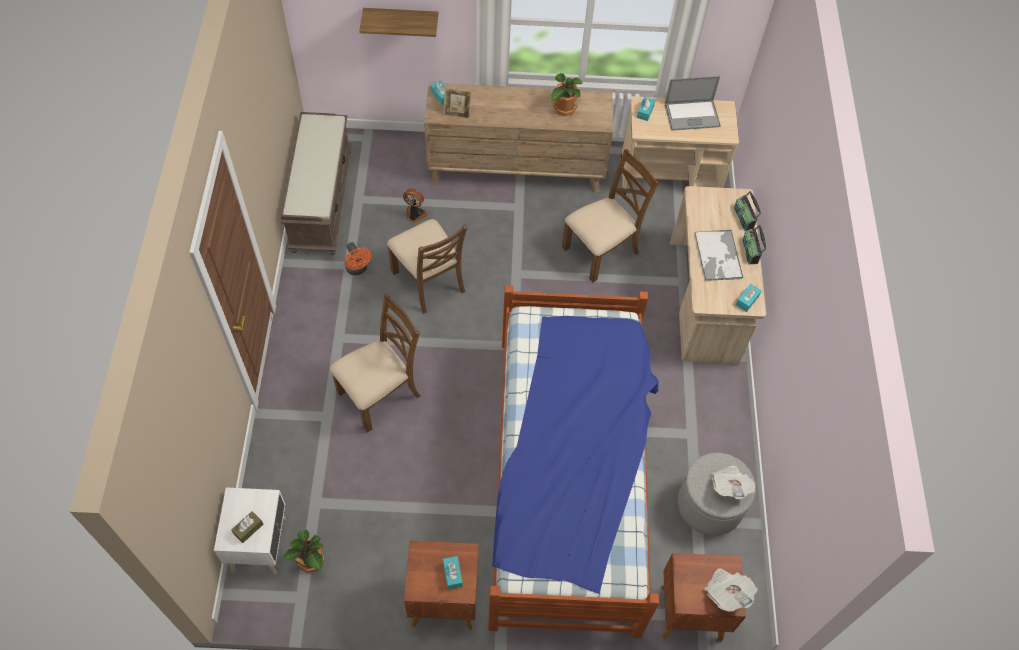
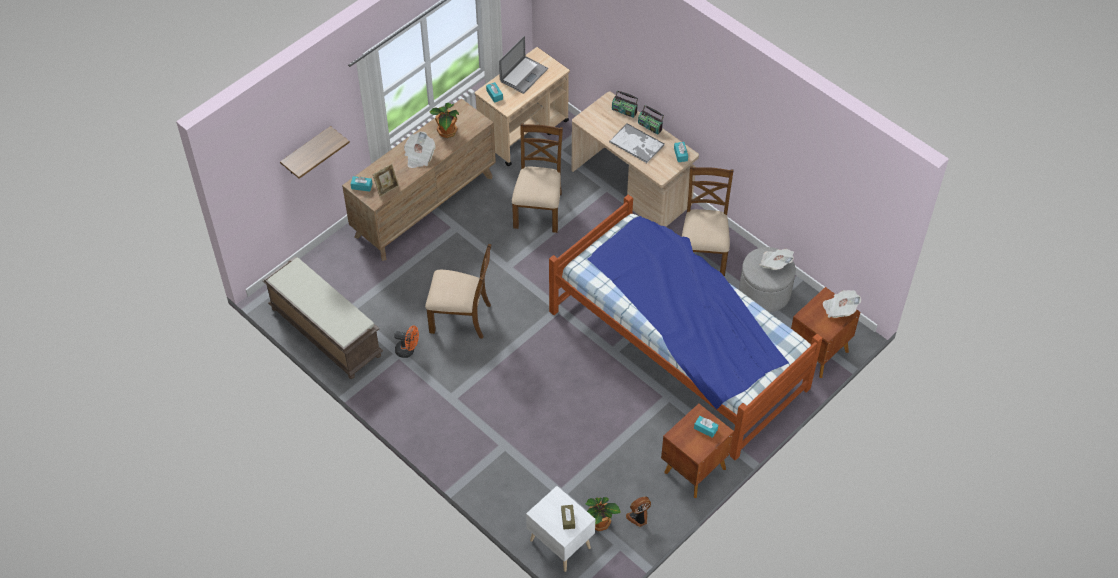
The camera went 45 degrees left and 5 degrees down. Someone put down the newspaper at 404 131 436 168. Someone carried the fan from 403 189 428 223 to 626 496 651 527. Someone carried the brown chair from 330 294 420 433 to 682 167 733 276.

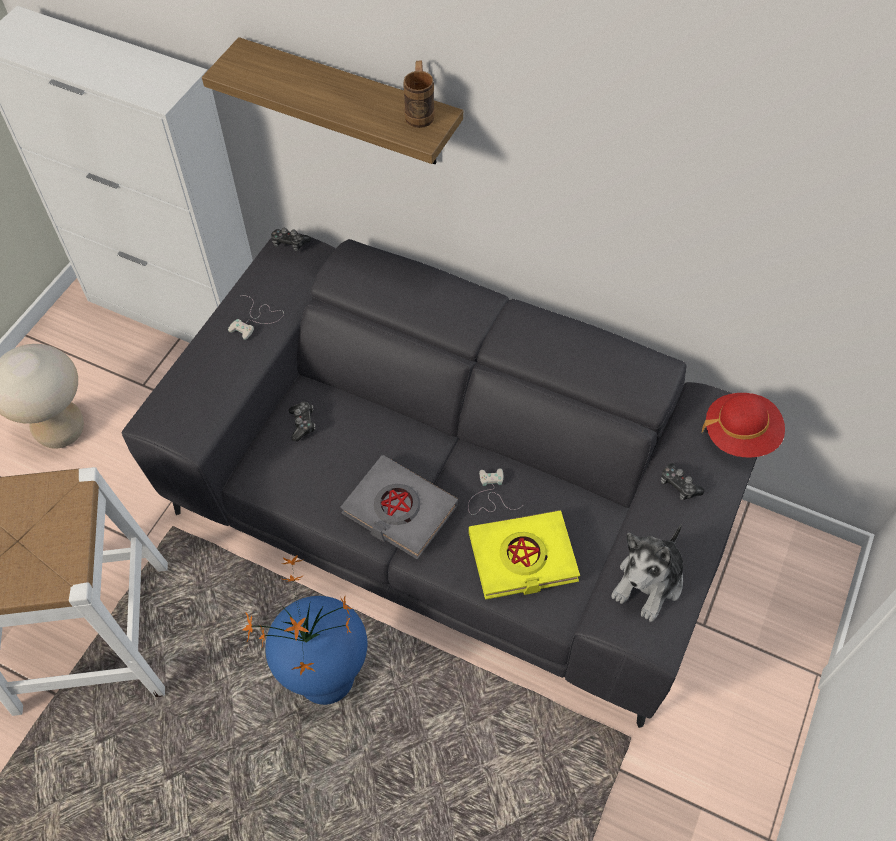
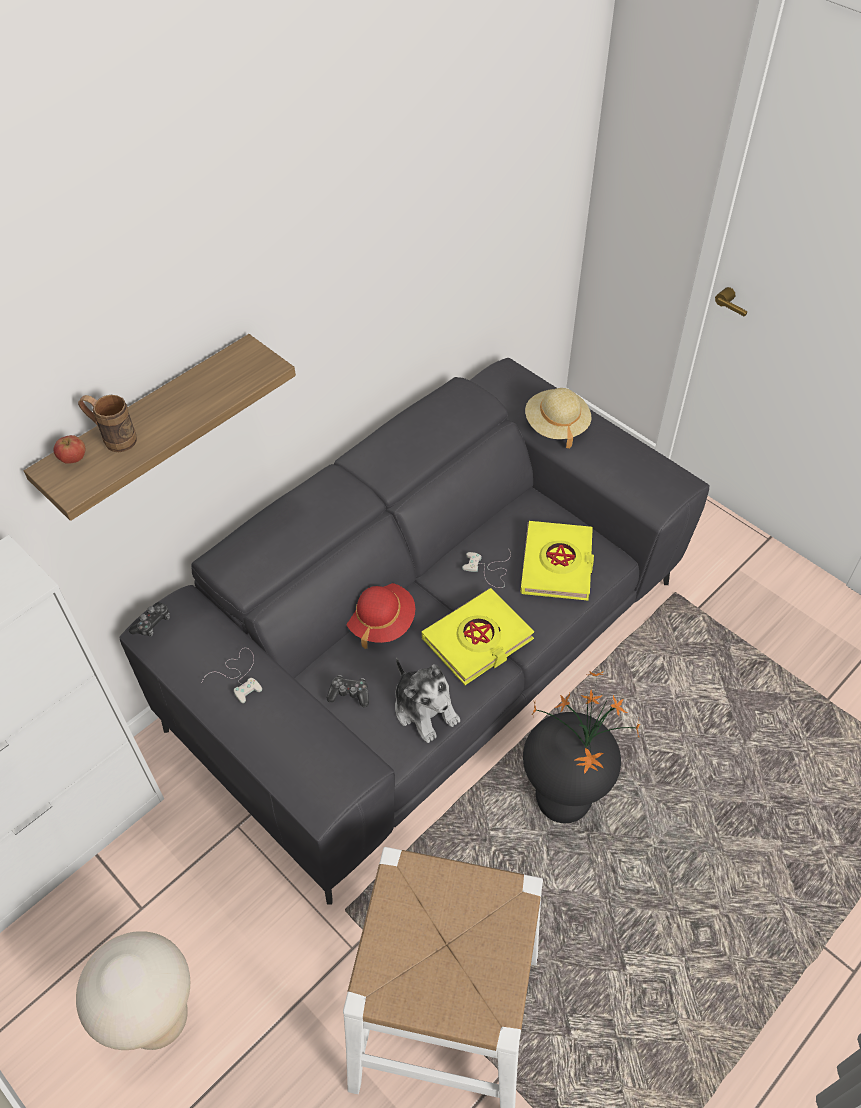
The camera went 70 degrees left and 5 degrees down. Someone put down the apple at 54 435 85 464. Someone carried the brown mug from 403 60 435 128 to 78 395 137 452. Someone carried the red hat from 702 393 785 458 to 346 583 415 649. Someone carried the plush toy from 611 524 683 622 to 395 658 460 743. Someone repainted the grey book at 340 455 458 560, which became the yellow book at 422 588 534 685. Someone repainted the blue stool at 265 596 368 705, which became the black stool at 523 712 621 823. Someone swapped the game controller at 661 463 704 500 for the beige hat at 525 388 591 448.

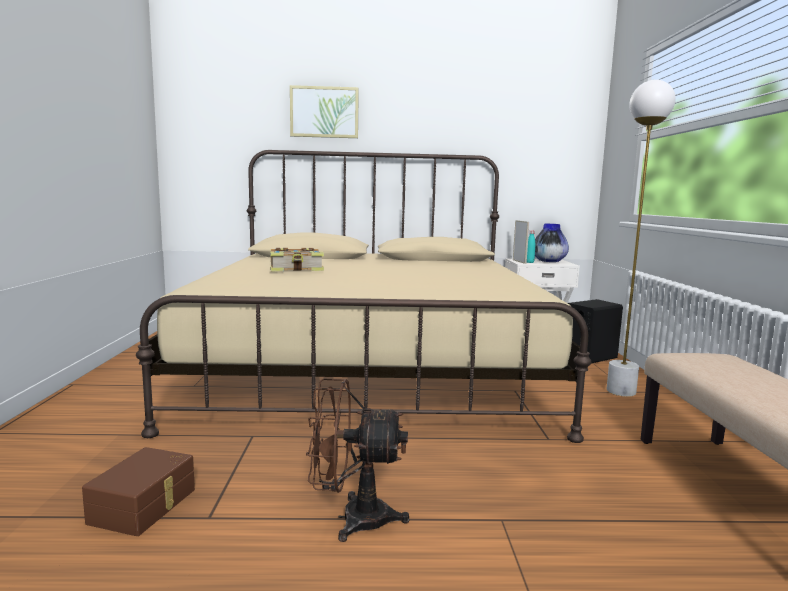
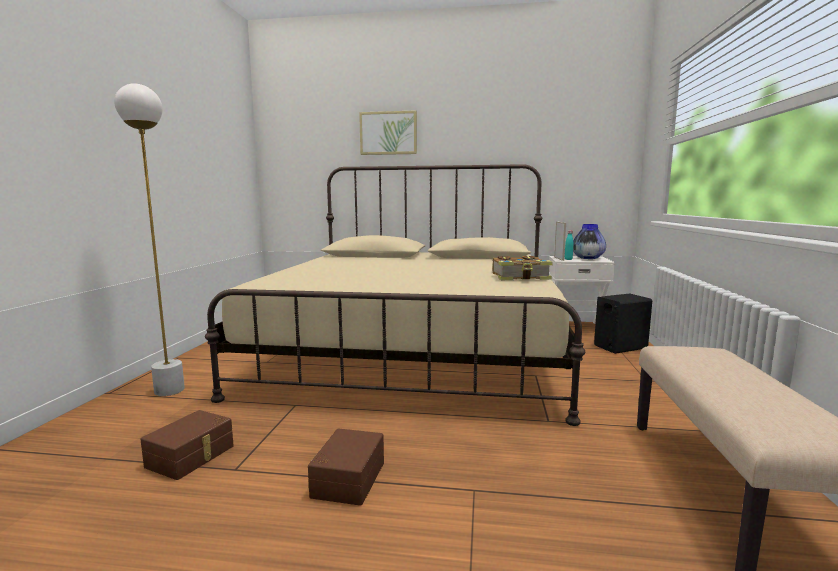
The camera went 10 degrees right and 0 degrees up. Someone carried the white floor lamp from 606 80 676 397 to 114 84 185 396. Someone swapped the brown fan at 306 379 409 542 for the brown storage box at 308 428 384 506. Someone carried the book from 270 248 324 271 to 493 256 553 280.

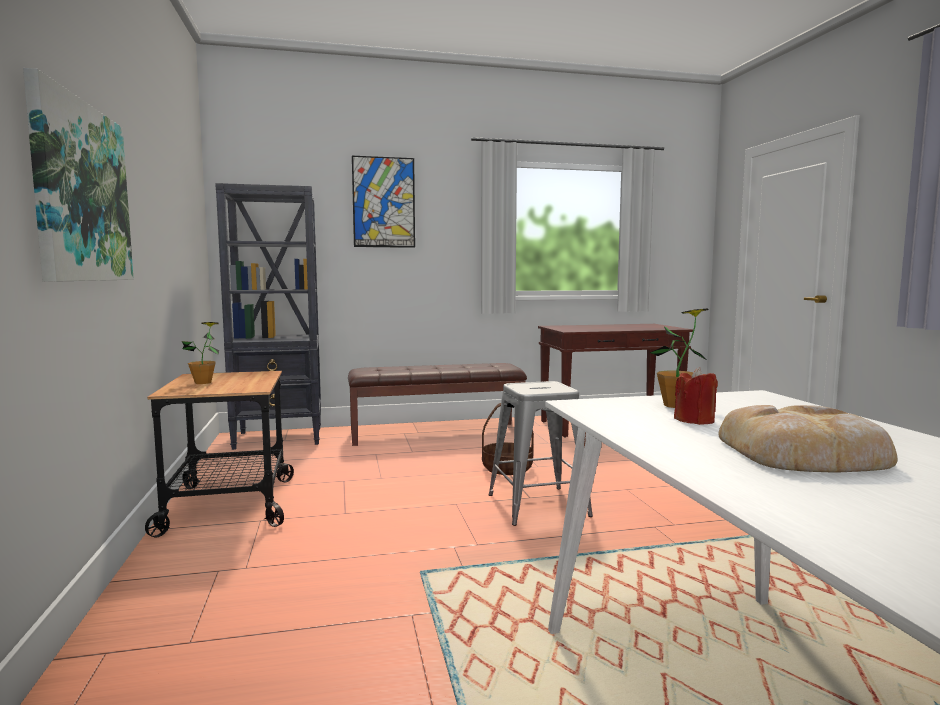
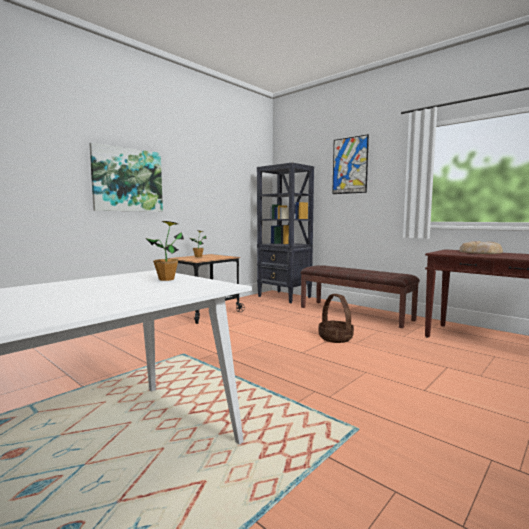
The camera went 55 degrees right and 0 degrees up. Someone carried the bread from 719 405 897 473 to 459 241 503 254. Someone took away the grey stool at 488 381 593 526. Someone took away the red candle at 674 367 718 425.

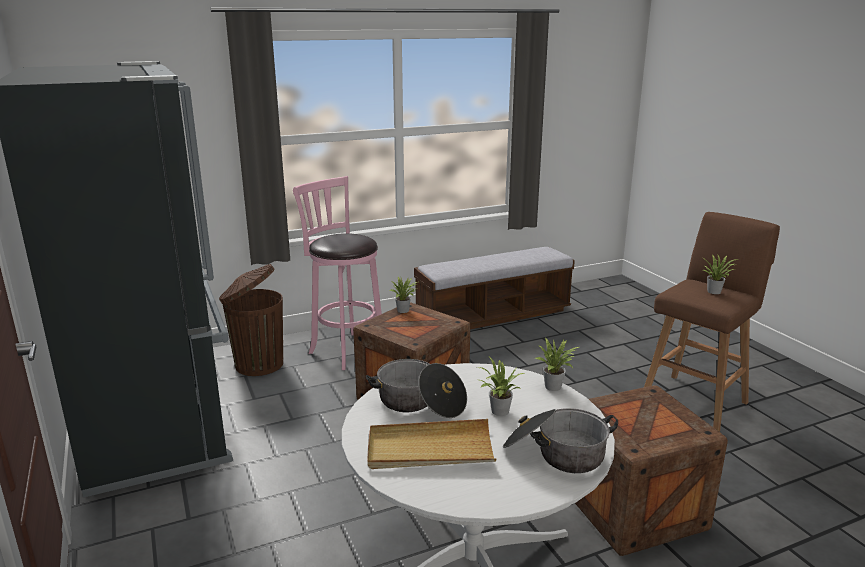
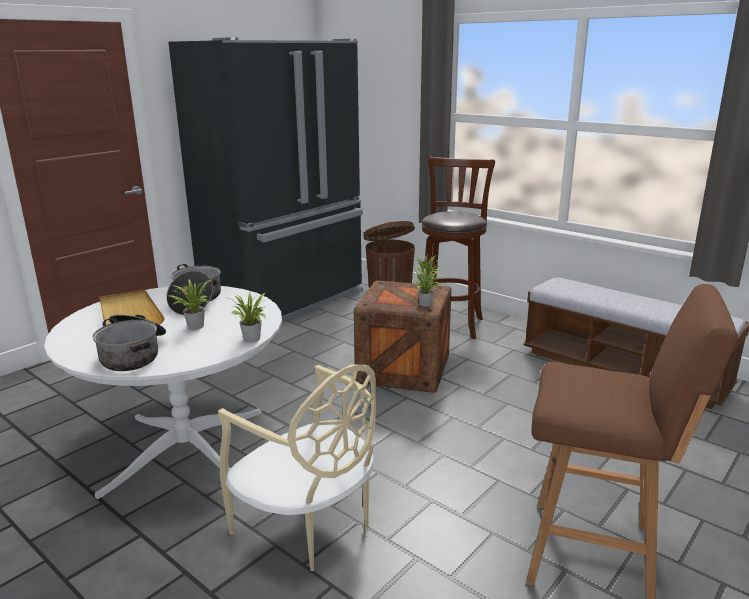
The camera went 65 degrees right and 0 degrees up. Someone swapped the crate at 575 385 728 556 for the beige chair at 218 365 376 571. Someone carried the potted plant from 703 254 737 294 to 413 268 443 307. Someone repainted the pink stool at 293 176 382 370, which became the brown stool at 421 157 495 339.

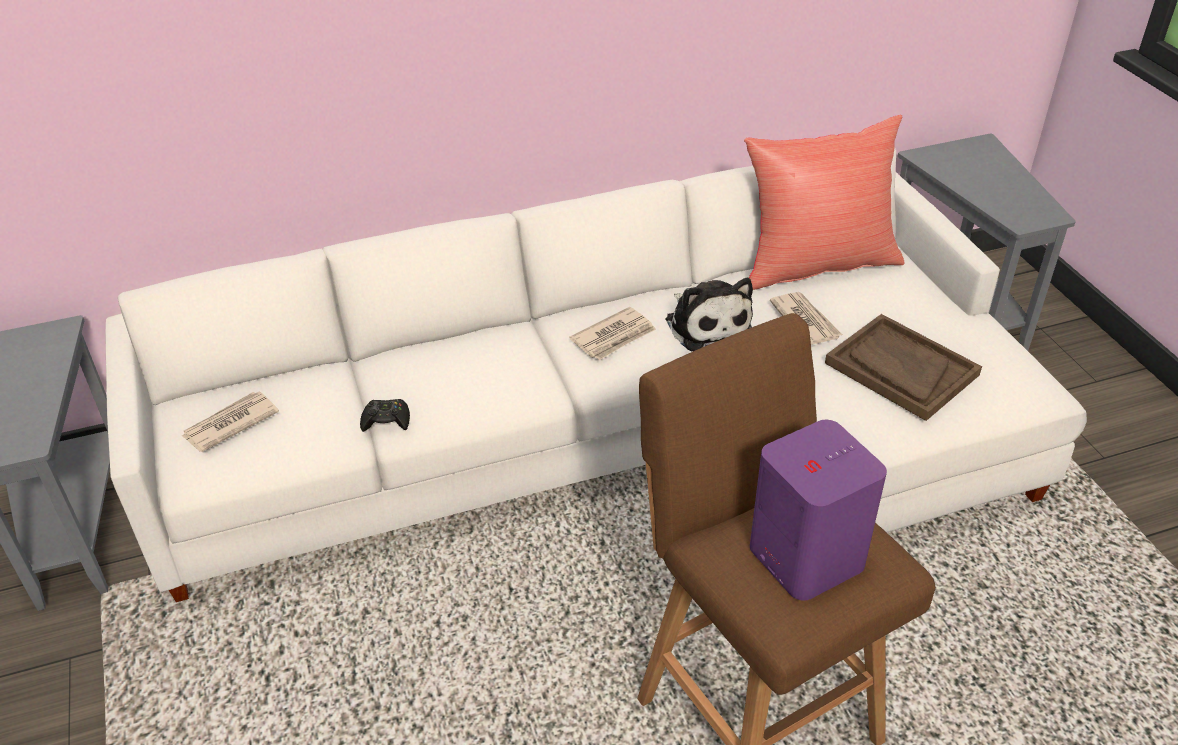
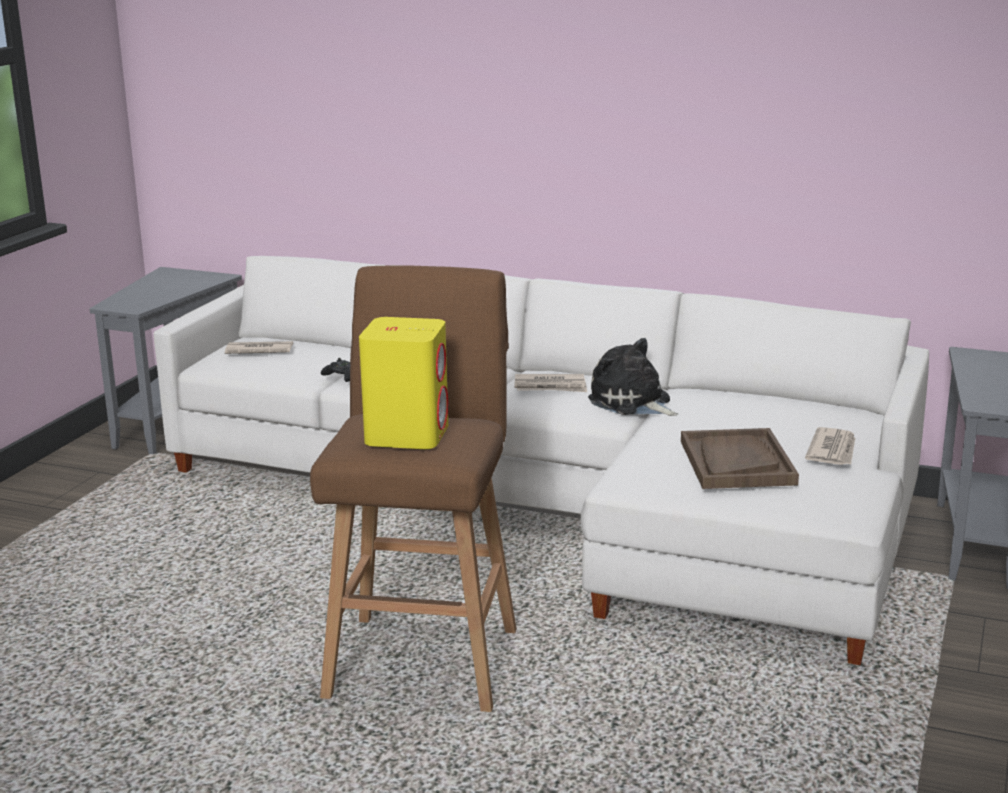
The camera went 40 degrees right and 20 degrees down. Someone repainted the purple speaker at 750 420 887 601, which became the yellow speaker at 359 317 448 449. Someone rotated the plush toy at 666 278 753 351 by 120 degrees clockwise. Someone carried the newspaper from 770 292 843 345 to 805 427 855 465. Someone took away the red pillow at 744 115 905 290.

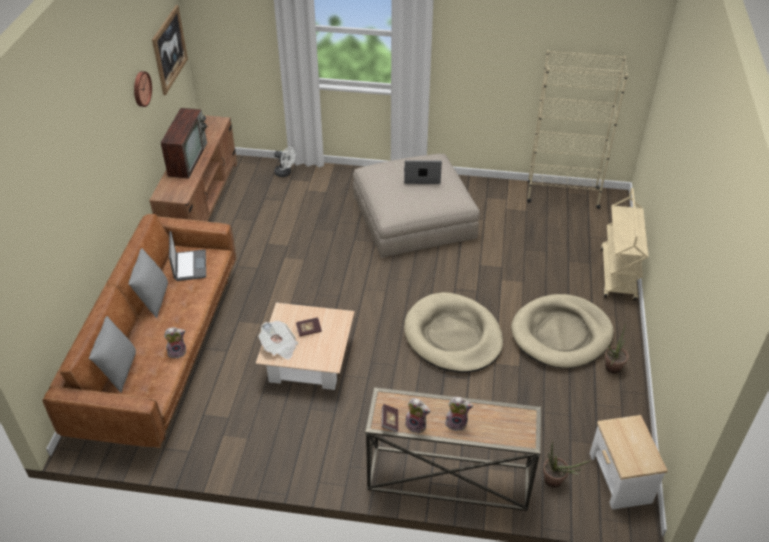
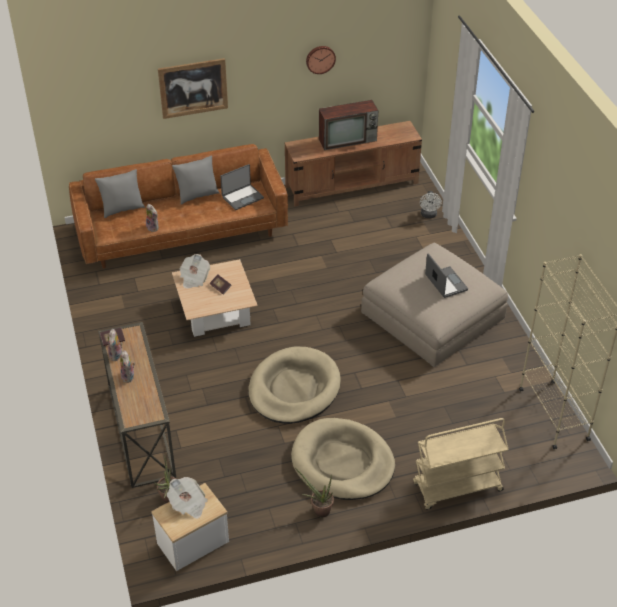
The camera went 65 degrees right and 0 degrees up. Someone carried the picture from 152 5 188 95 to 158 58 228 119. Someone put down the newspaper at 167 477 208 519.

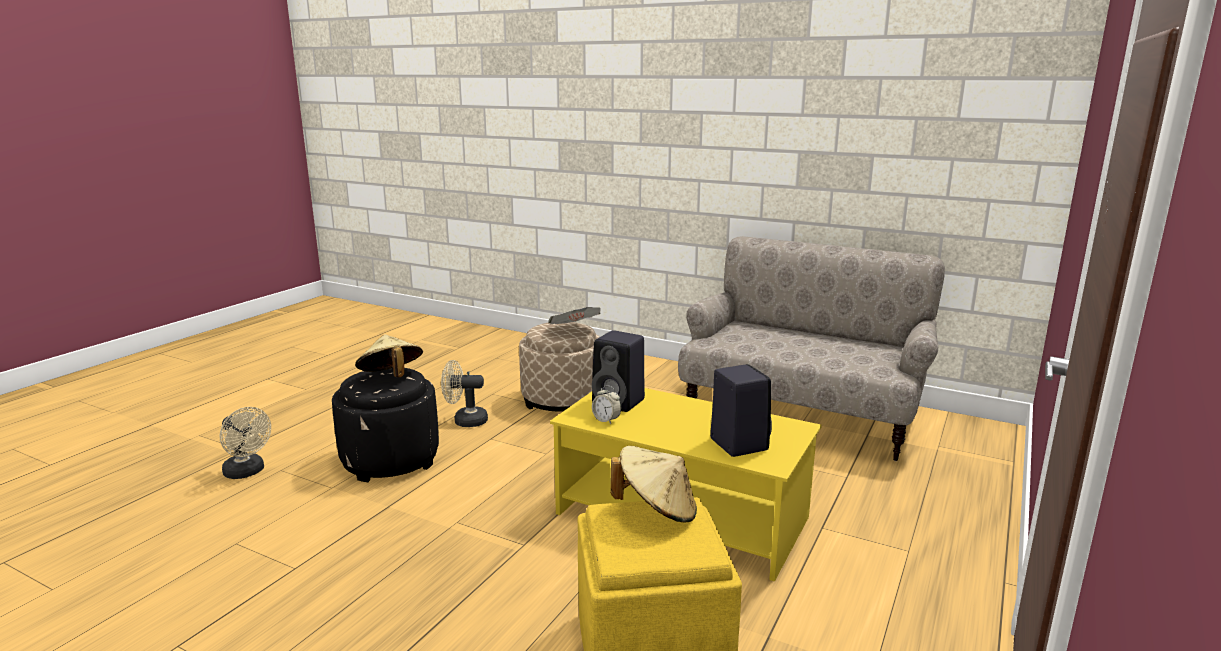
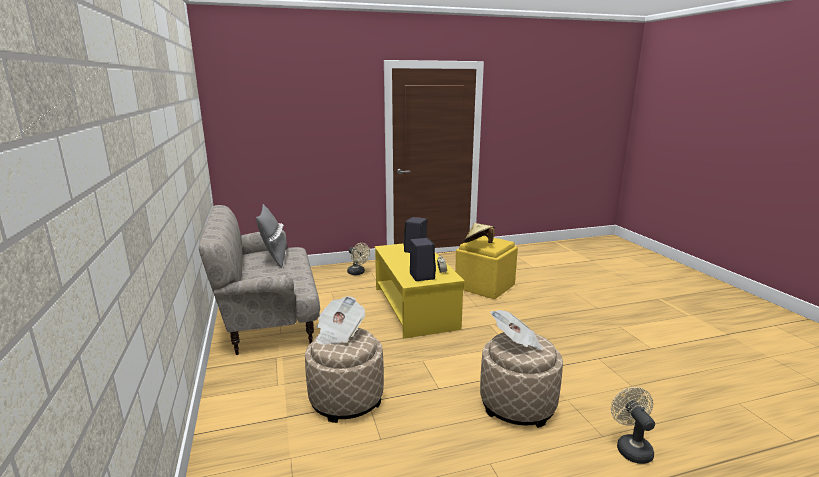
The camera went 135 degrees left and 0 degrees up. Someone put down the grey pillow at 256 204 287 268. Someone carried the beige fan from 441 360 488 427 to 347 243 370 275. Someone repainted the black ottoman at 332 368 439 482, which became the beige ottoman at 480 332 563 428. Someone swapped the beige hat at 355 334 423 377 for the newspaper at 490 310 544 350.

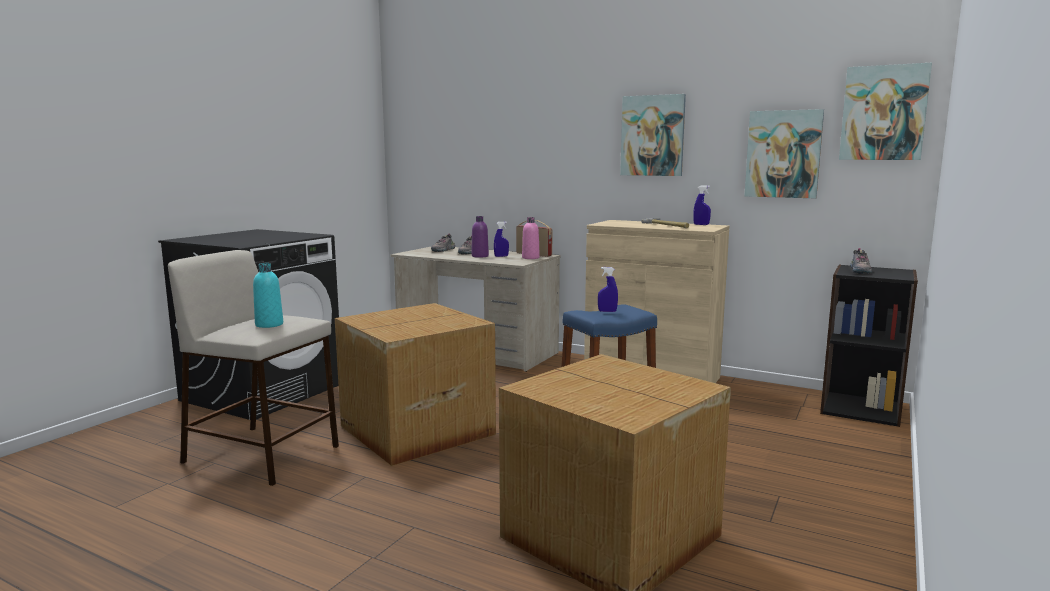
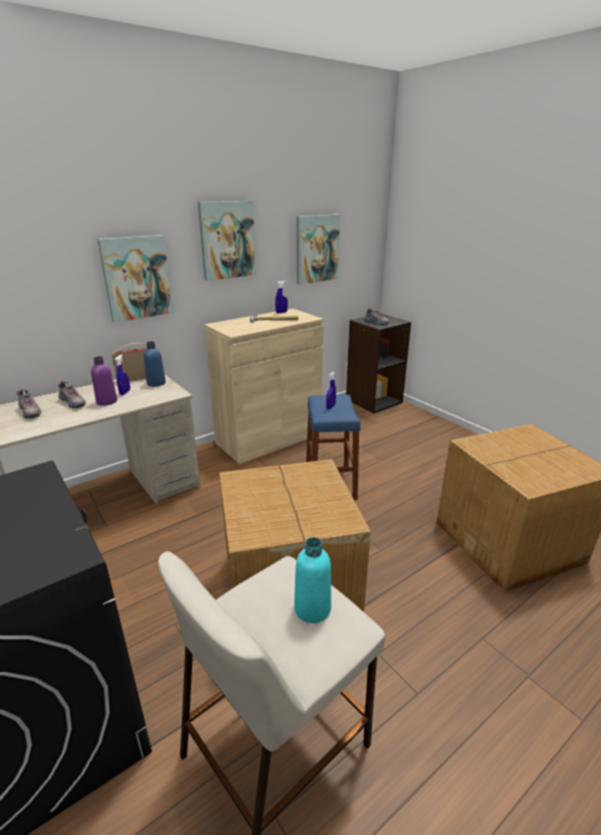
The camera went 65 degrees left and 15 degrees up. Someone carried the picture from 839 63 932 160 to 97 235 173 322. Someone repainted the pink bottle at 522 217 540 259, which became the blue bottle at 144 341 166 387.

